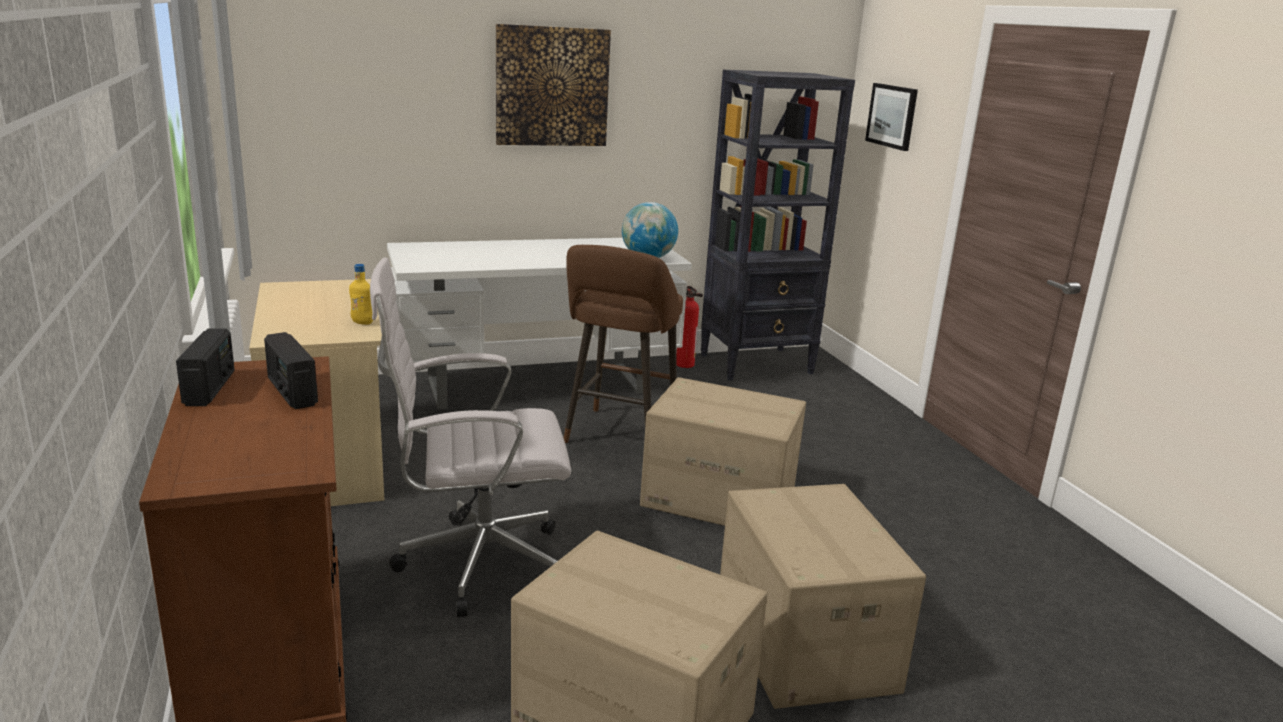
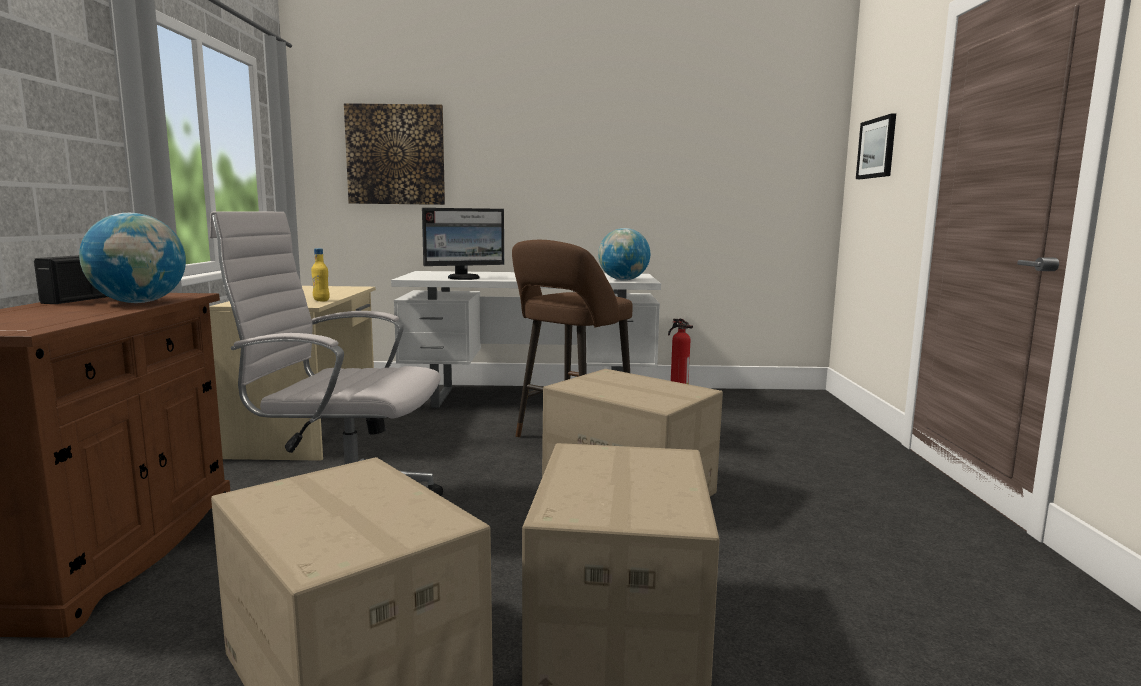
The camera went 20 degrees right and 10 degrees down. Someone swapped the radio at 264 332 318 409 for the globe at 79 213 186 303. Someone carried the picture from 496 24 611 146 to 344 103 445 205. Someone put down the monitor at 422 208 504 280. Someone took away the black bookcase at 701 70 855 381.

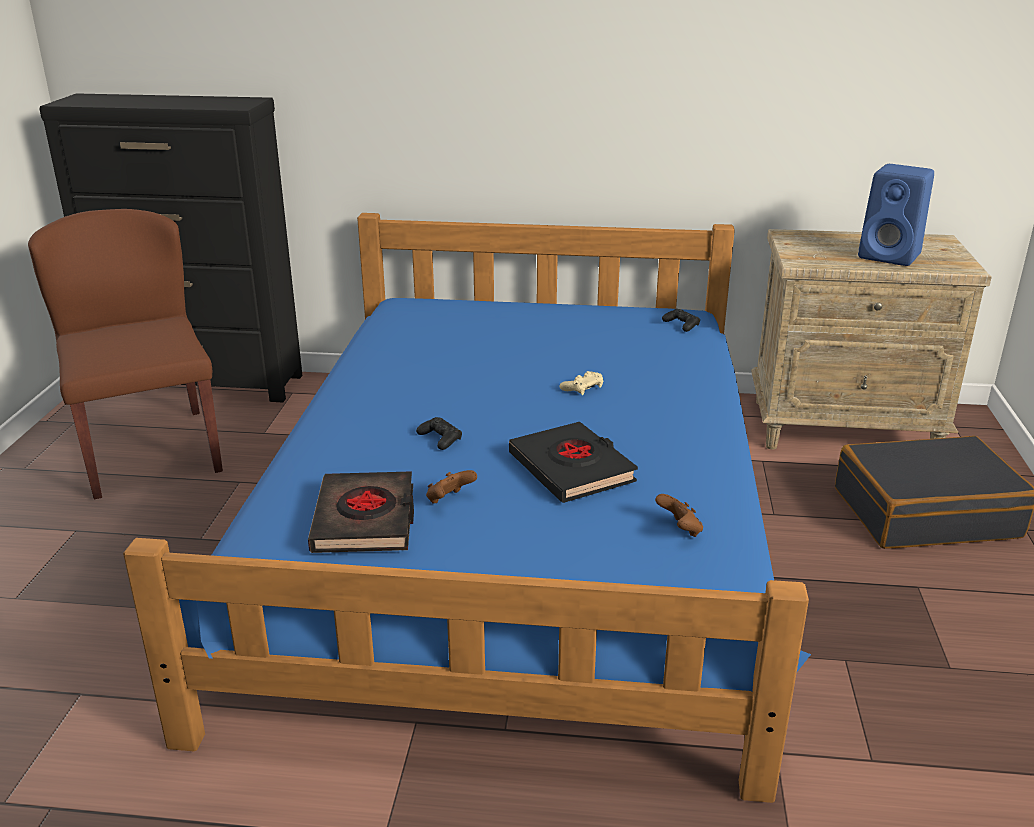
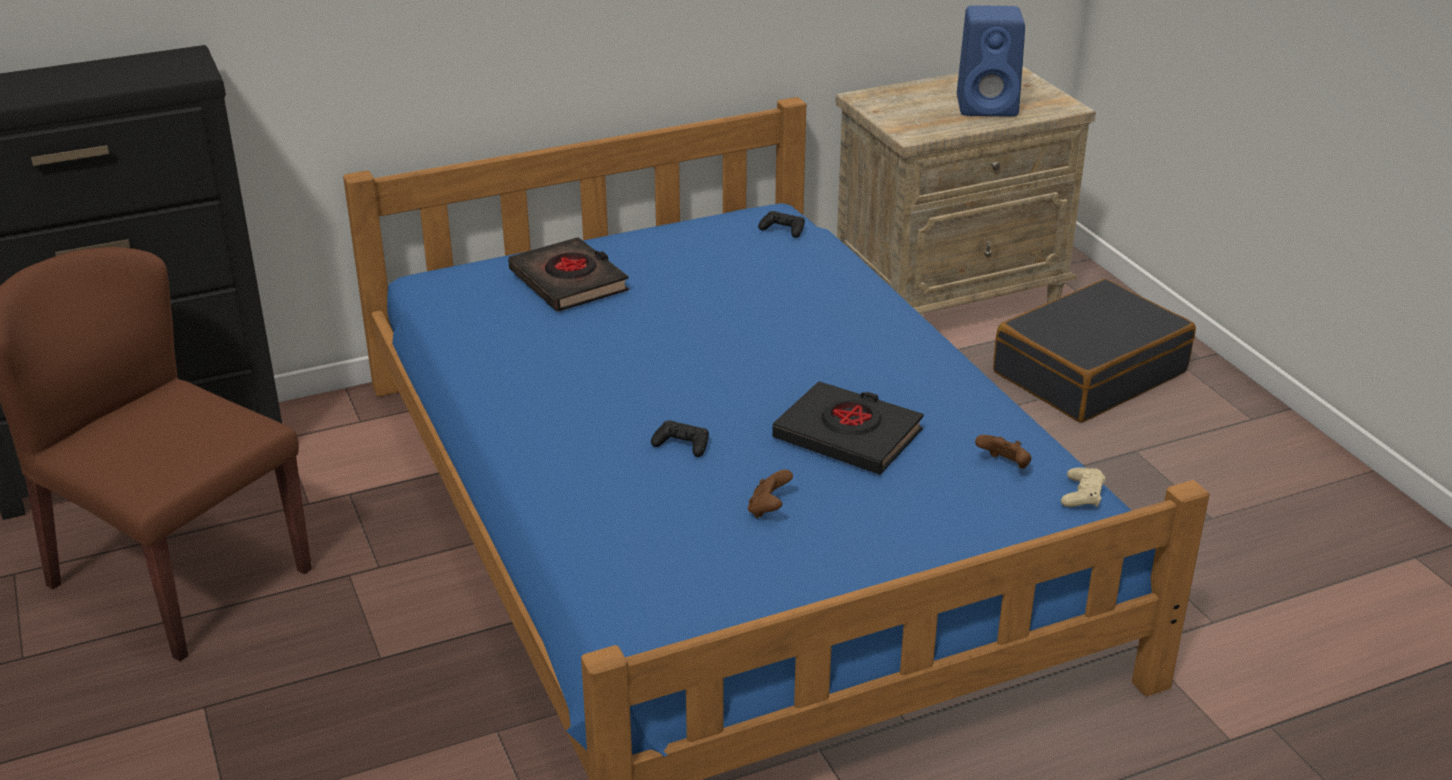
The camera went 30 degrees left and 5 degrees up. Someone carried the black book from 308 471 414 553 to 508 237 629 312. Someone carried the beige game controller from 559 371 603 395 to 1061 468 1105 507.

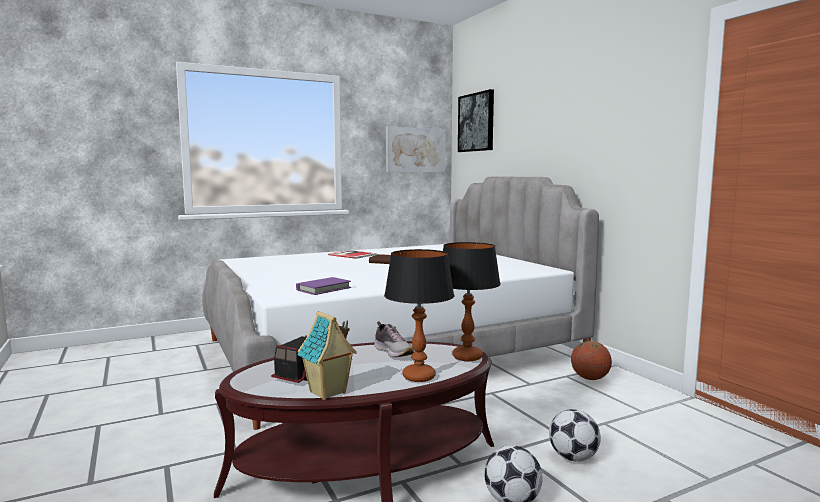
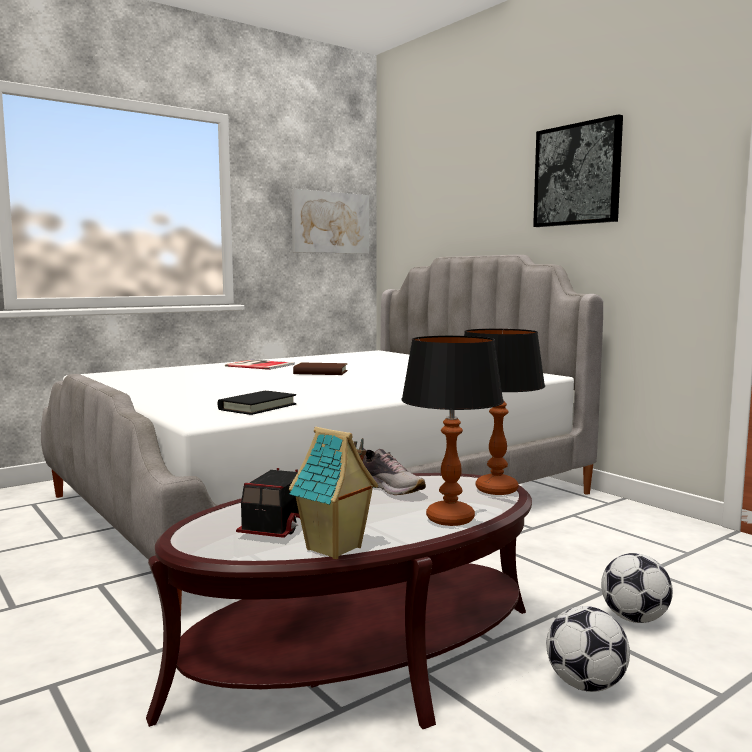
The camera went 10 degrees left and 0 degrees up. Someone repainted the purple book at 296 277 351 295, which became the black book at 218 391 296 415. Someone carried the picture from 458 89 494 152 to 533 114 623 227. Someone took away the basketball at 571 341 612 380.

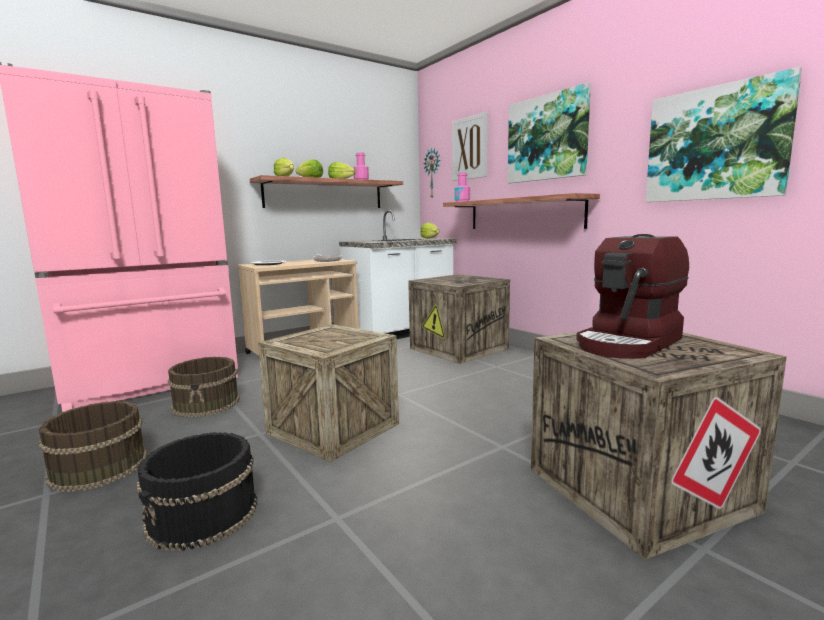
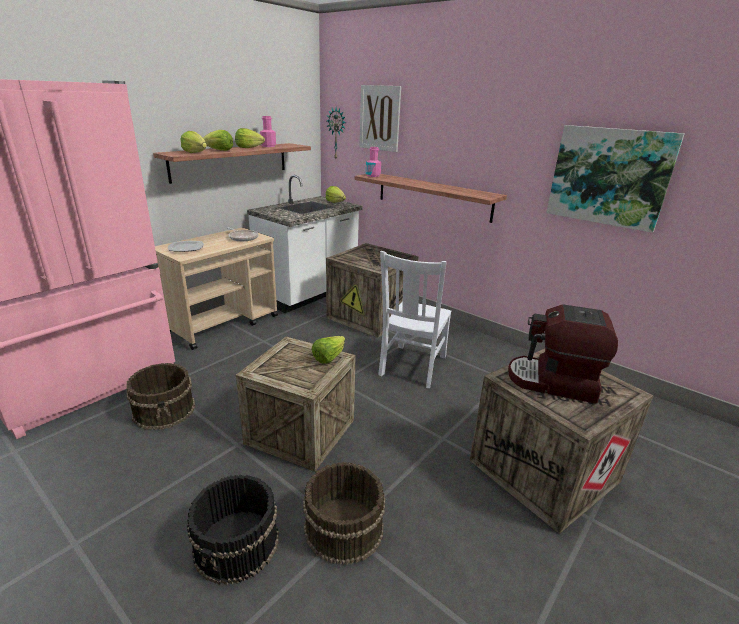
The camera went 15 degrees left and 15 degrees up. Someone carried the brown bucket from 38 401 147 492 to 303 462 385 565. Someone put down the lettuce at 311 336 345 364. Someone put down the white chair at 378 251 451 388. Someone rotated the coffee machine at 576 234 689 359 by 75 degrees clockwise. Someone took away the picture at 508 82 591 183.

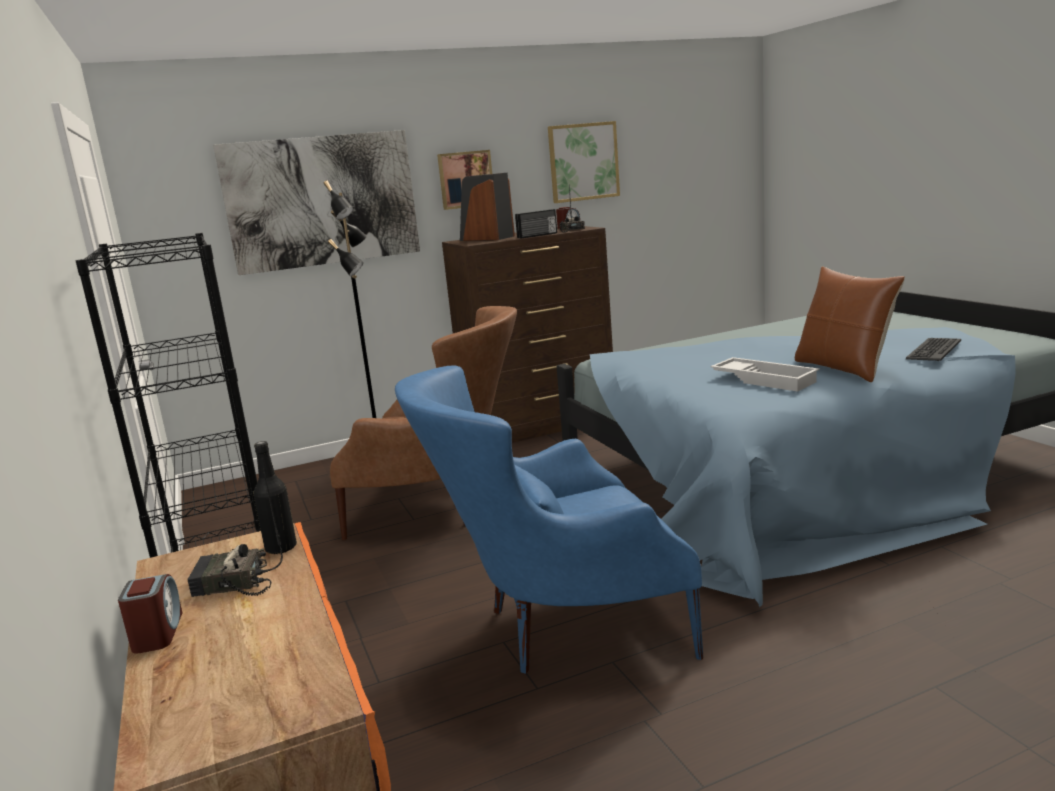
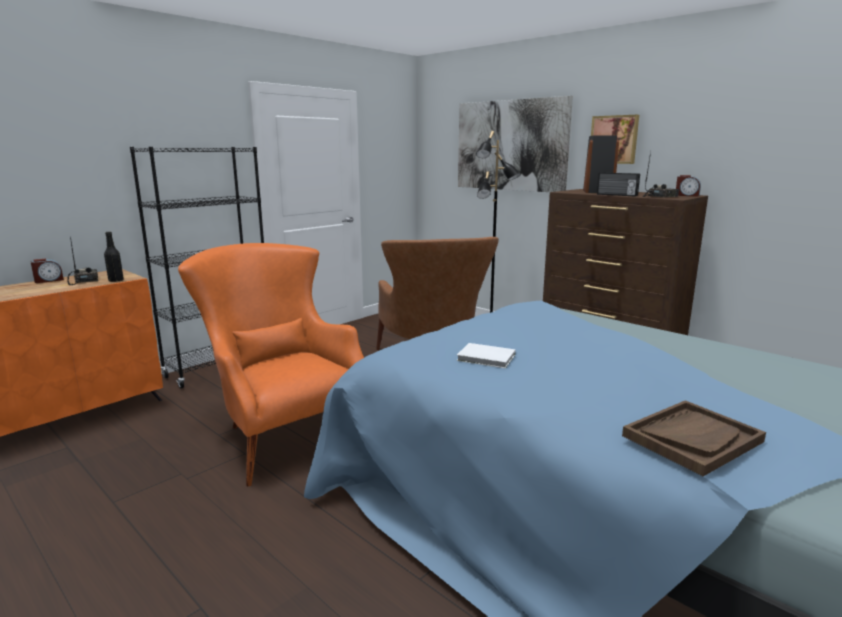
The camera went 65 degrees right and 0 degrees up. Someone repainted the blue armchair at 395 366 703 674, which became the orange armchair at 178 243 364 487. Someone swapped the white tray at 711 357 820 392 for the white book at 457 343 515 369. Someone swapped the keyboard at 906 338 961 361 for the brown tray at 622 400 766 476. Someone took away the picture at 548 121 620 203. Someone took away the brown pillow at 795 267 905 382.

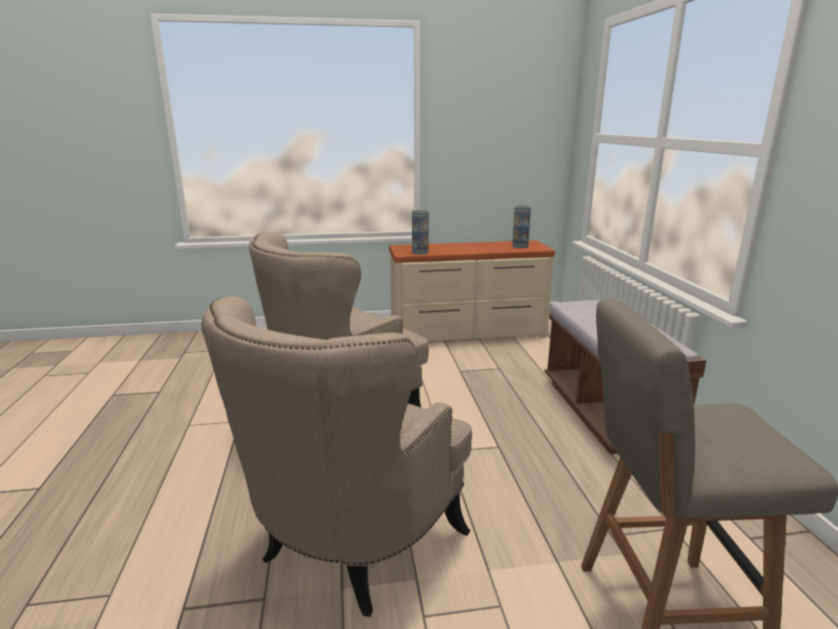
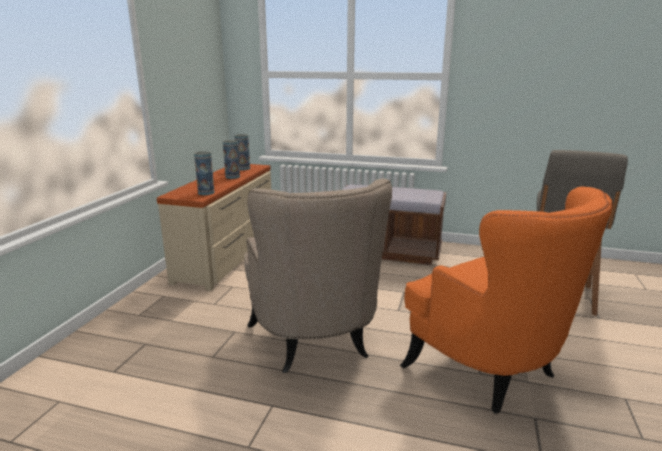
The camera went 65 degrees left and 0 degrees up. Someone put down the vase at 223 140 240 179. Someone repainted the beige armchair at 201 296 472 617, which became the orange armchair at 400 186 613 414.

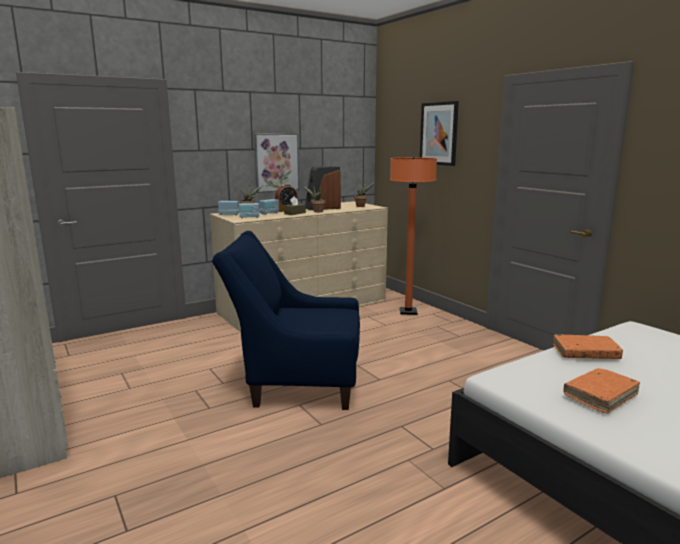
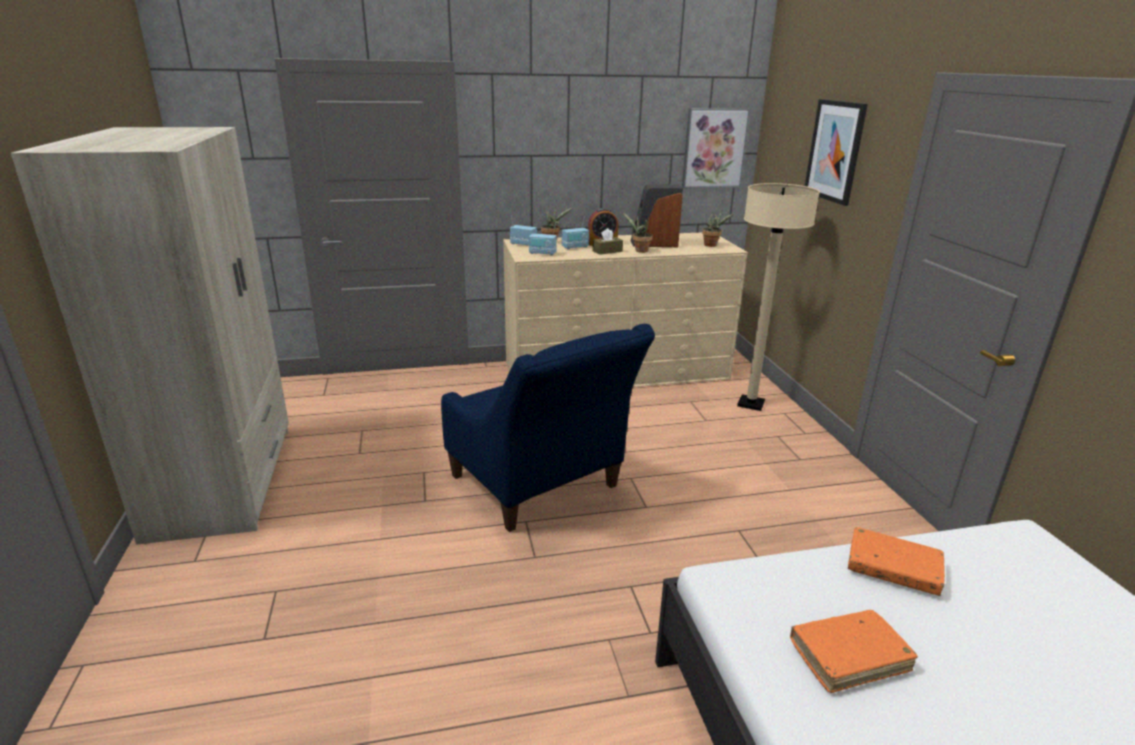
The camera went 20 degrees right and 10 degrees up. Someone rotated the blue armchair at 212 231 360 410 by 150 degrees counterclockwise. Someone carried the picture from 254 134 299 193 to 682 108 750 189. Someone repainted the orange floor lamp at 390 157 437 315, which became the beige floor lamp at 737 183 820 411.

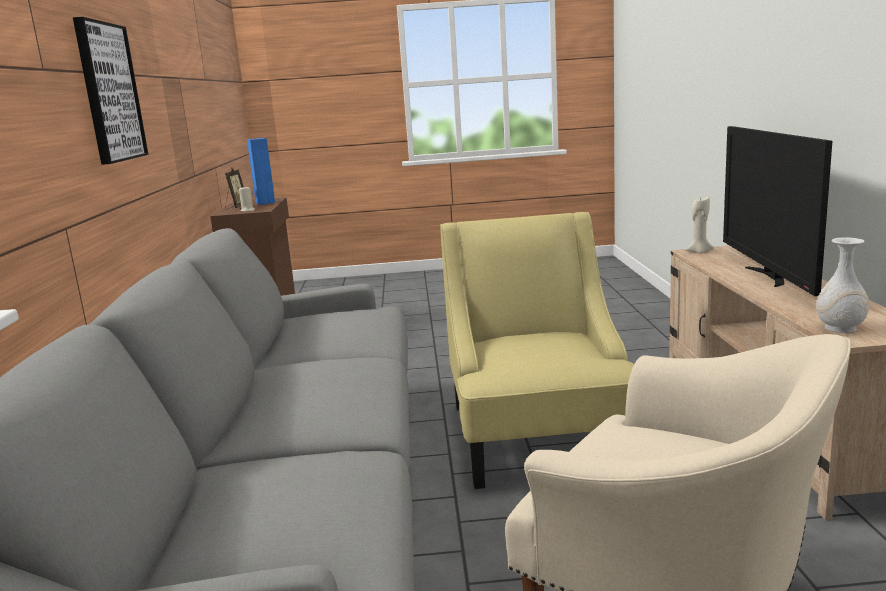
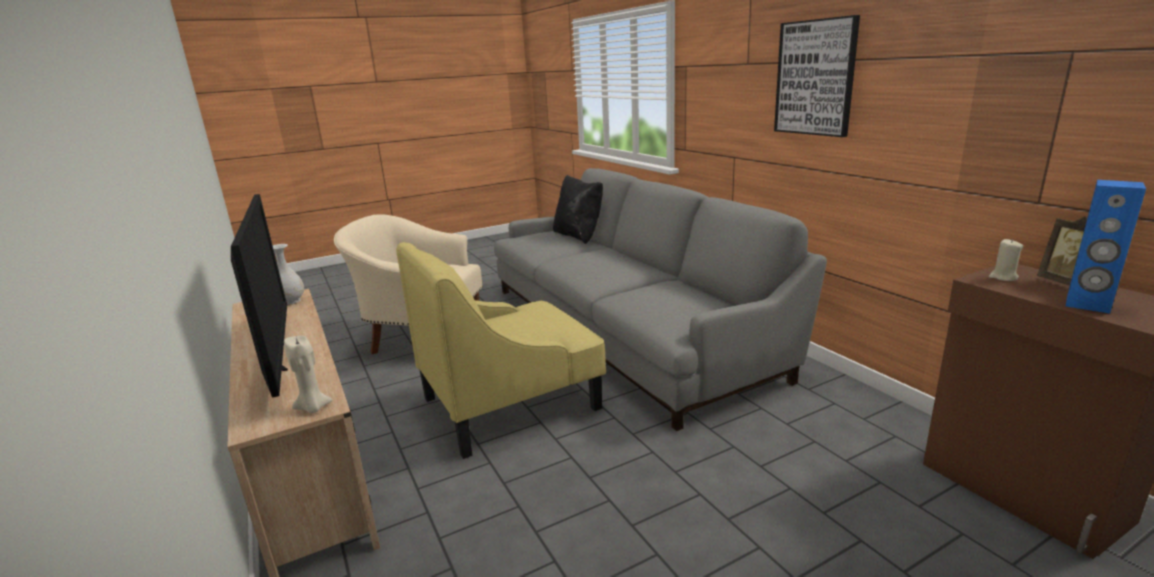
The camera went 155 degrees right and 5 degrees up. Someone rotated the yellow armchair at 440 212 634 489 by 90 degrees clockwise. Someone put down the black pillow at 553 175 603 244.

